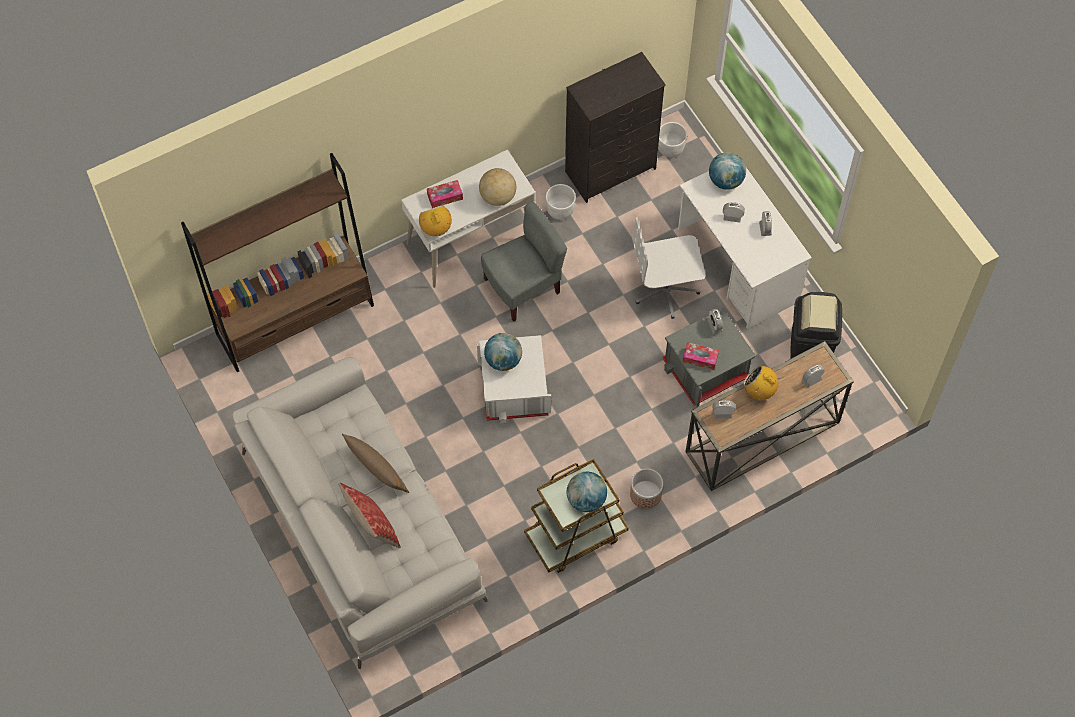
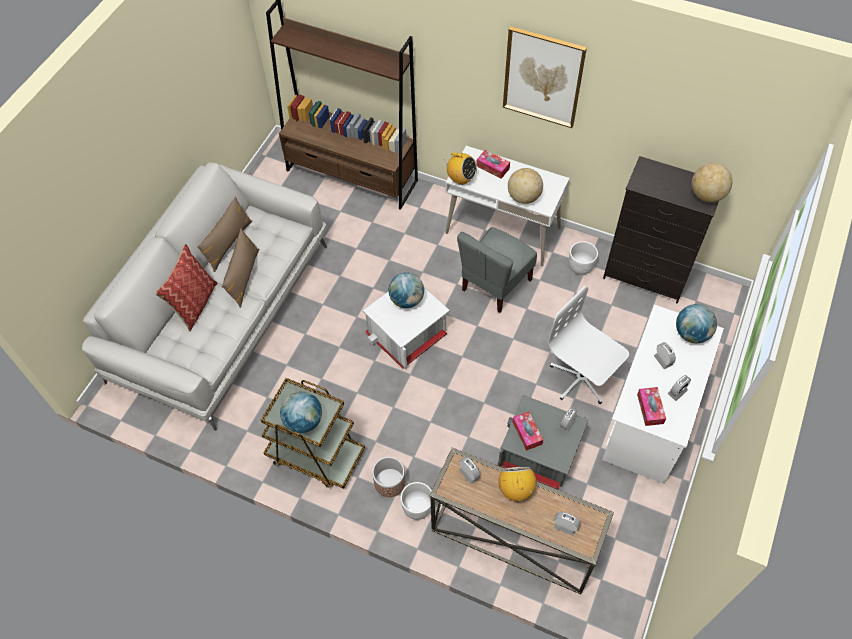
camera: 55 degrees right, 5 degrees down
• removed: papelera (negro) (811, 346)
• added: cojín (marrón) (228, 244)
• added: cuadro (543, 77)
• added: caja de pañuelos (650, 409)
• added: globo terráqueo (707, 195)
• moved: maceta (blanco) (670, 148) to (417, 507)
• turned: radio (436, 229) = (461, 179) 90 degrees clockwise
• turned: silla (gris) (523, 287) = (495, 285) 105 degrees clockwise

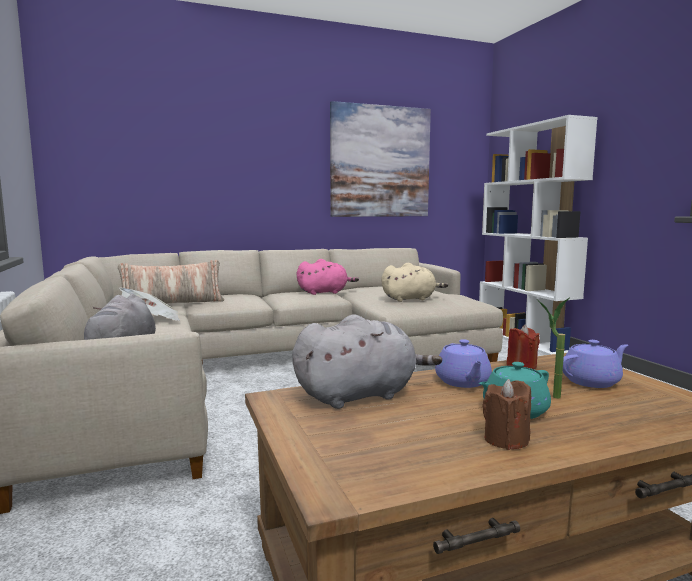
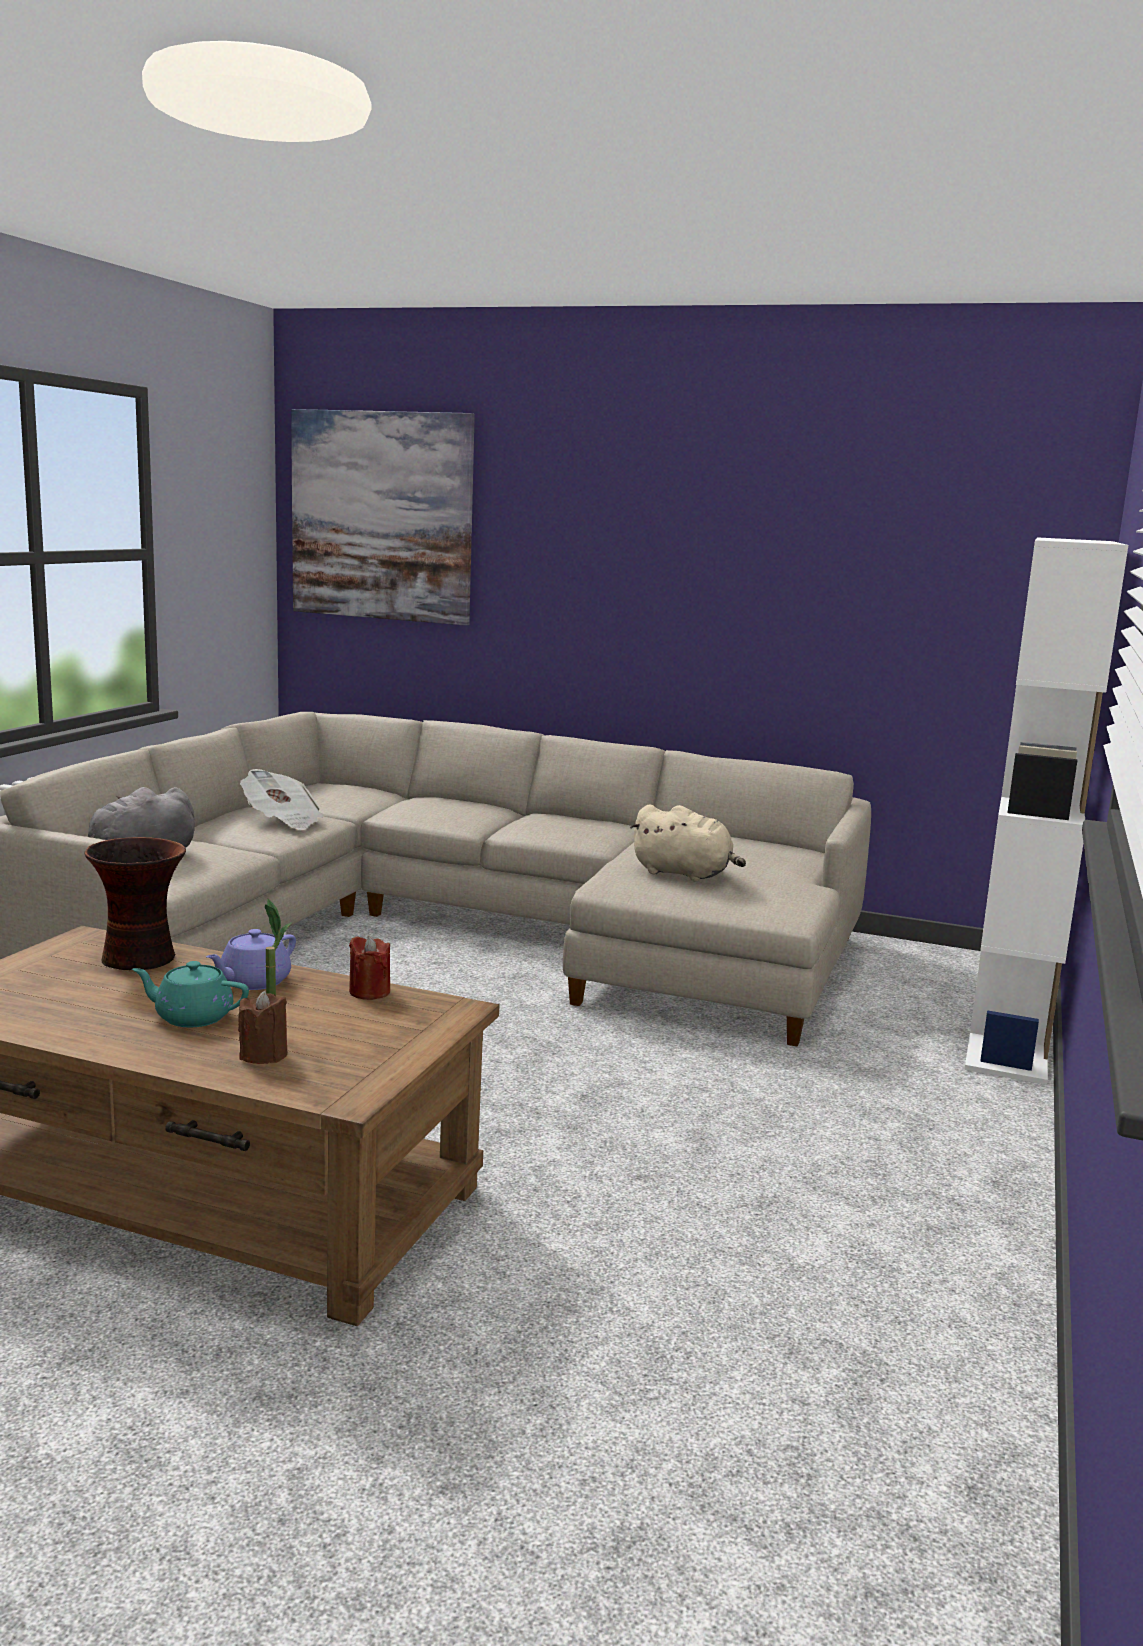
camera: 40 degrees right, 5 degrees up
• removed: cojín (172, 303)
• removed: peluche (rosa) (325, 292)
• removed: tetera (morado) (592, 381)
• moved: cuadro (380, 162) to (381, 516)
• moved: vela (marrón) (506, 440) to (263, 1055)
• replaced: peluche (gris) (360, 395) to florero (141, 958)

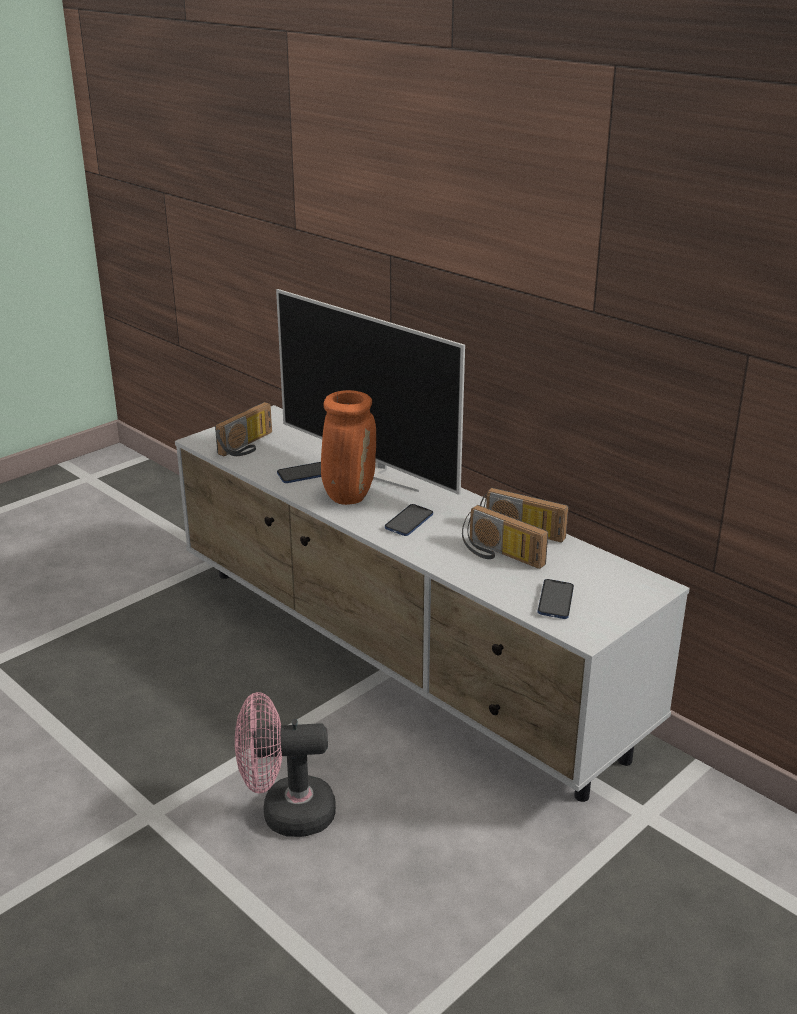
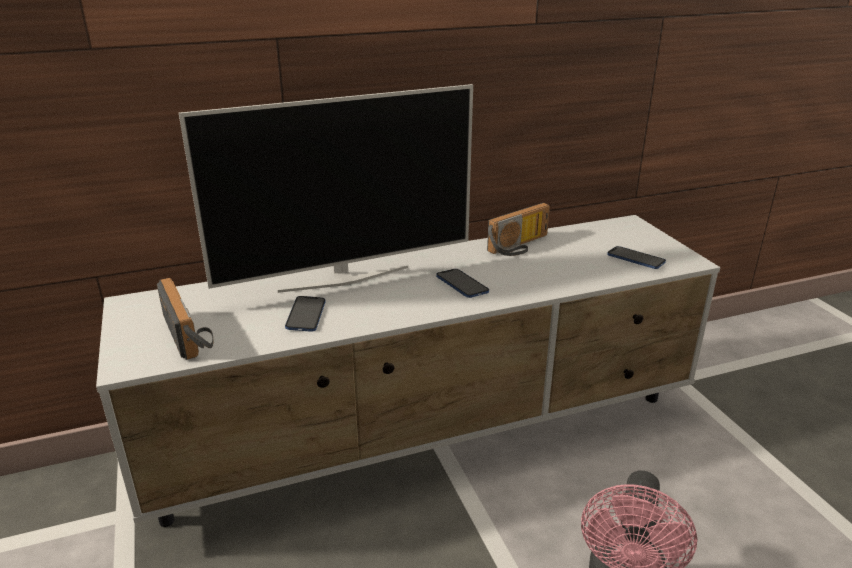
camera: 65 degrees left, 0 degrees up
• removed: florero (naranja) (348, 495)
• removed: radio (499, 555)

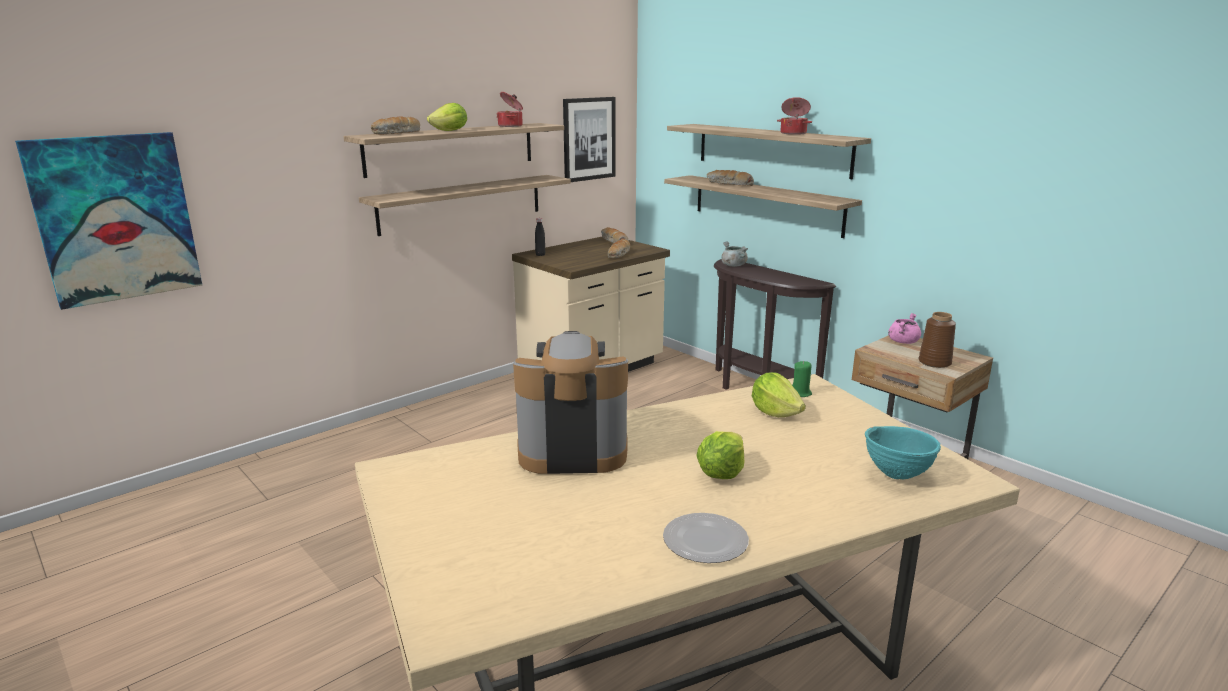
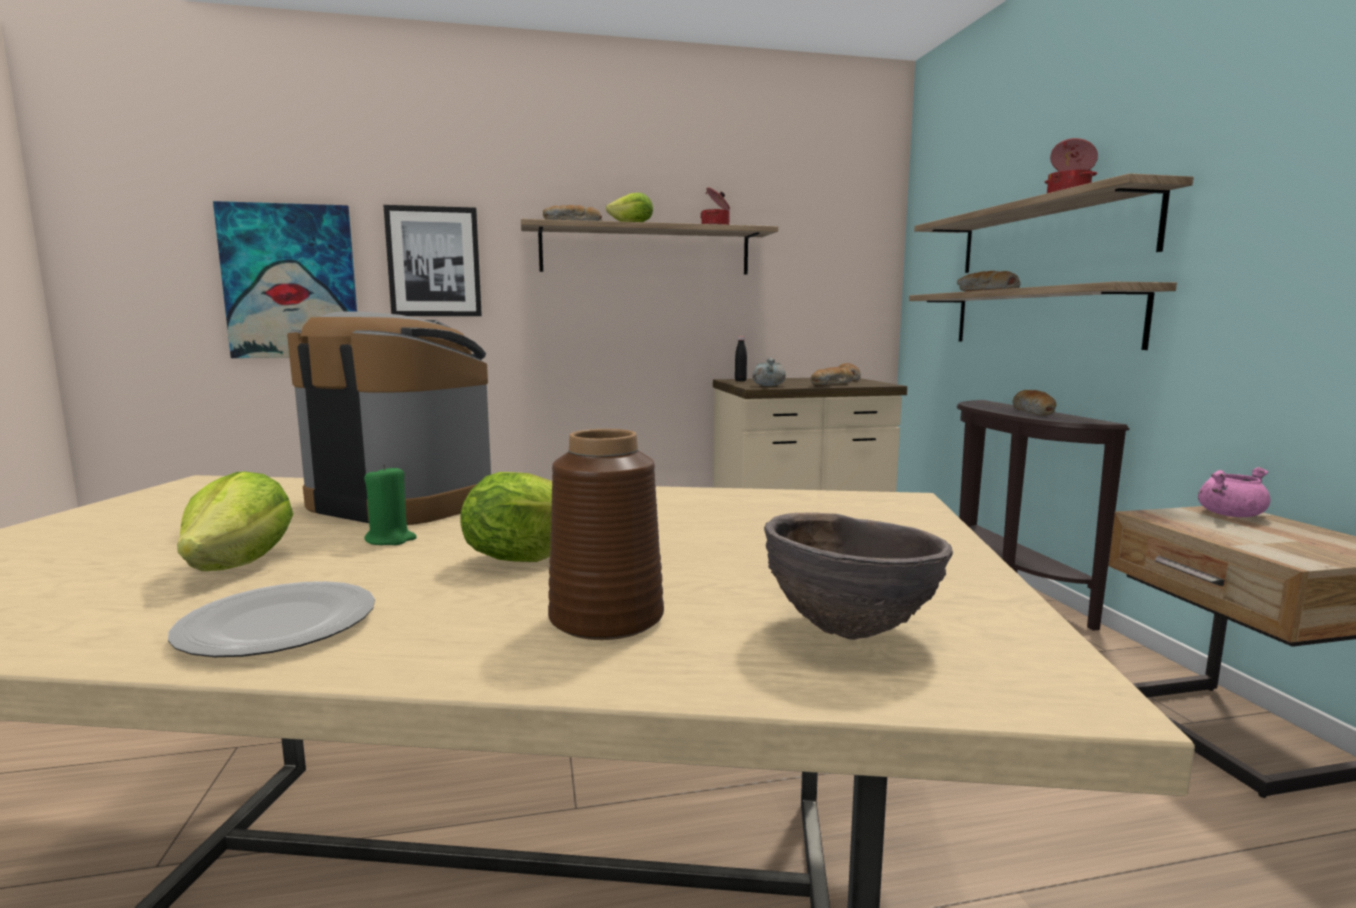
camera: 30 degrees right, 10 degrees down
• removed: estante (462, 204)
• added: pan (1034, 412)
• moved: cuadro (589, 139) to (434, 262)
• moved: olla (gris) (733, 265) to (768, 385)
• moved: lechuga (775, 412) to (240, 565)
• moved: vela (verde) (800, 393) to (390, 540)
• moved: florero (marrón) (935, 362) to (608, 619)
• recoloured: cuenco (turquesa) (897, 475) to cuenco (marrón) (850, 631)

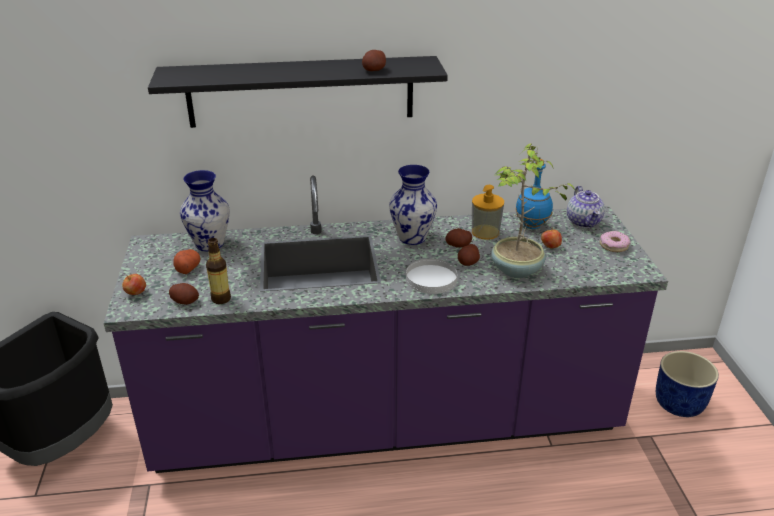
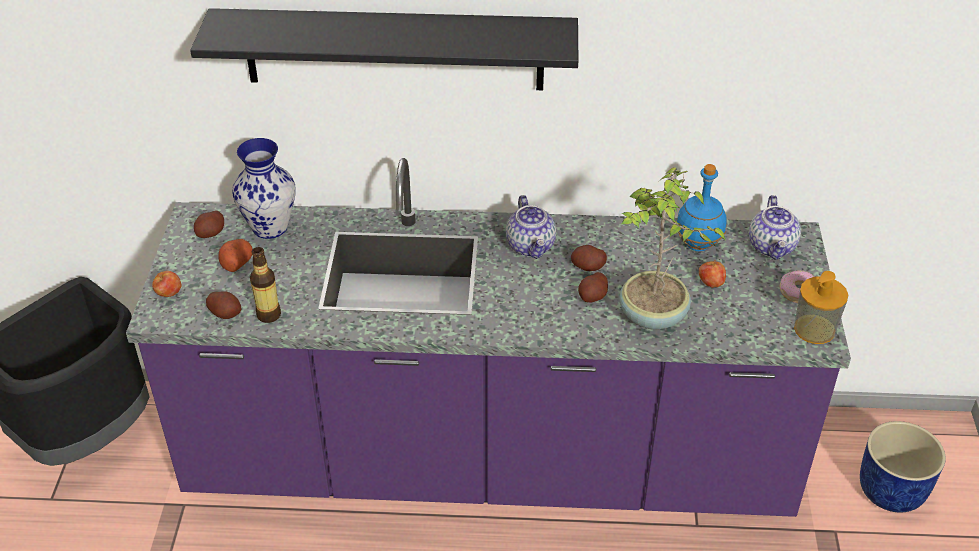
camera: 10 degrees right, 10 degrees up
• removed: plato (blanco) (431, 278)
• moved: patata (374, 70) to (211, 233)
• moved: dispensador de jabón (485, 232) to (814, 329)
• replaced: florero (412, 237) to tetera (531, 246)

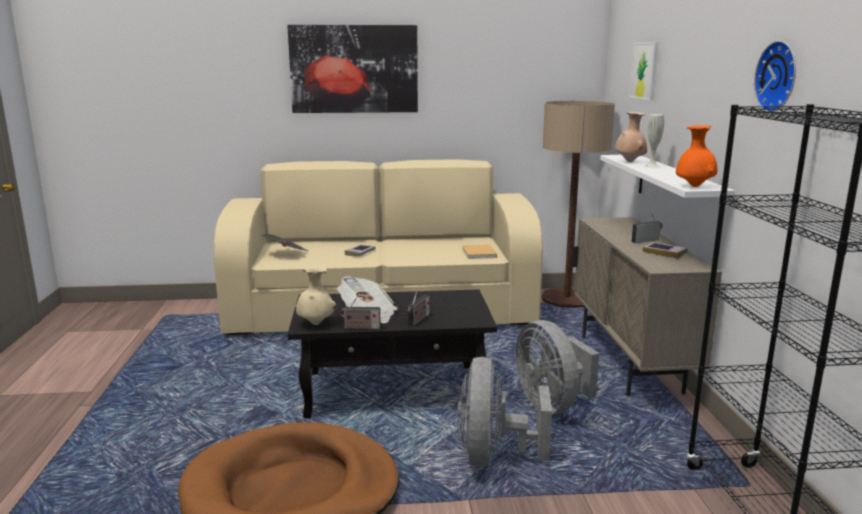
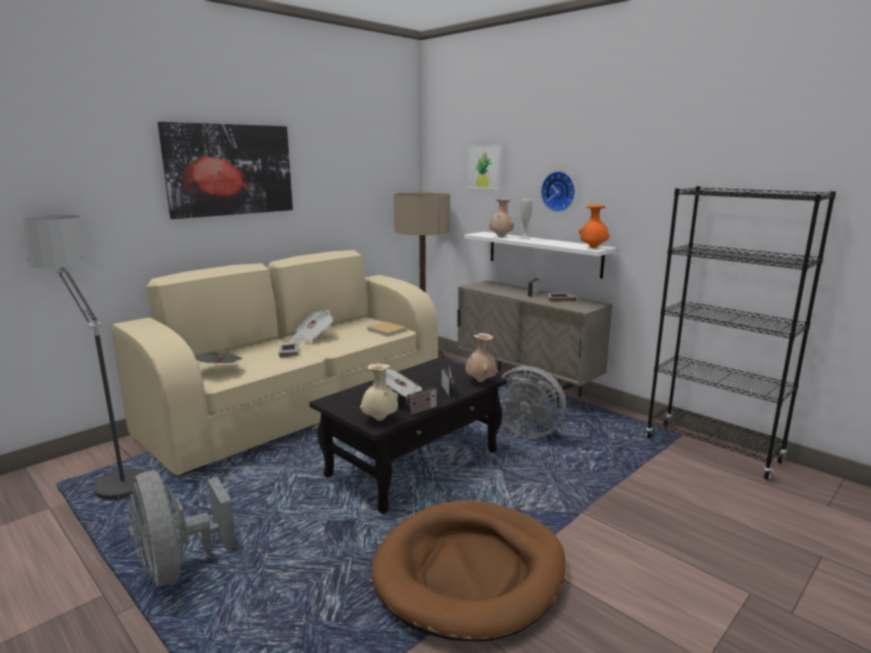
camera: 40 degrees left, 0 degrees up
• added: lámpara de pie (108, 473)
• added: periódico (311, 337)
• added: florero (beis) (480, 381)
• moved: ventilador (gris) (493, 456) to (178, 565)
• moved: reloj de pared (779, 77) to (559, 191)

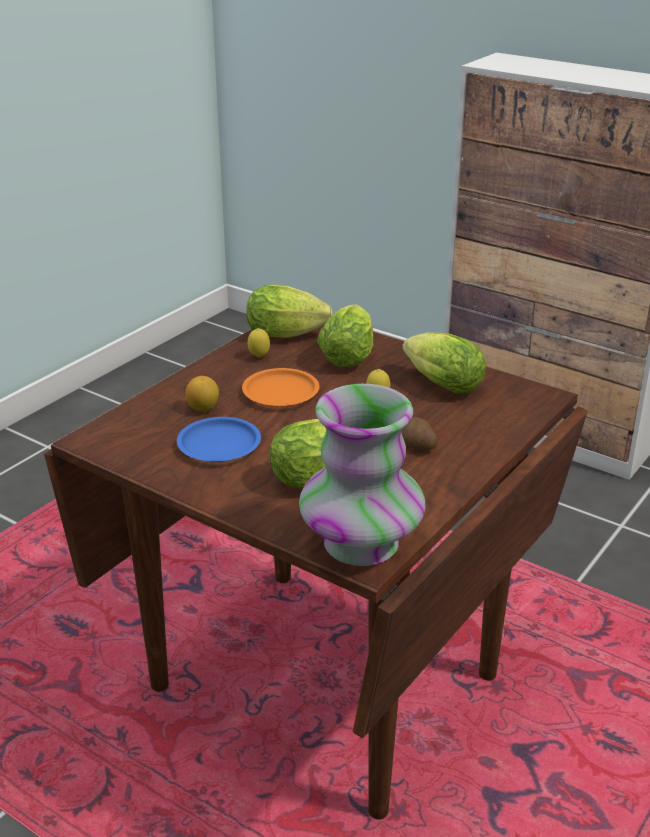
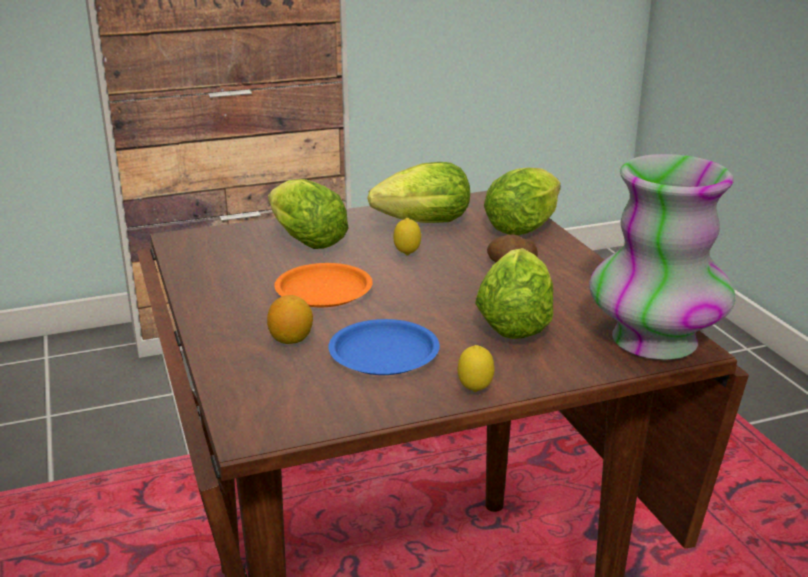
camera: 55 degrees left, 5 degrees down
• moved: lechuga (290, 335) to (526, 226)
• moved: limón (259, 357) to (475, 391)

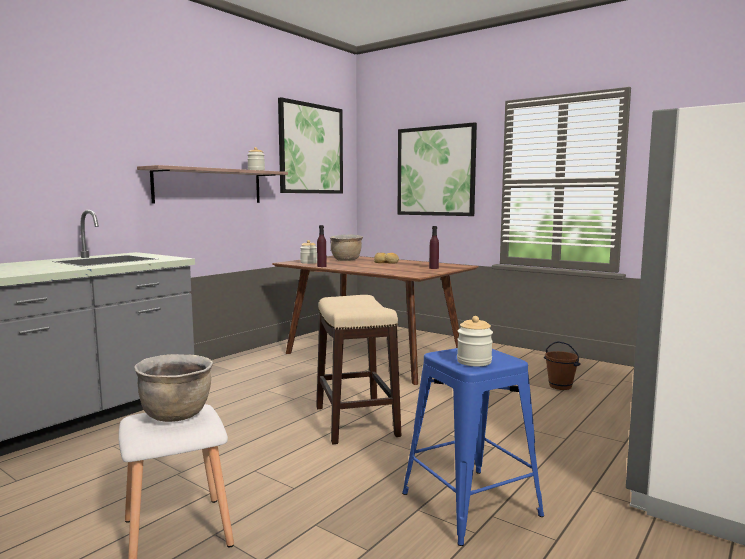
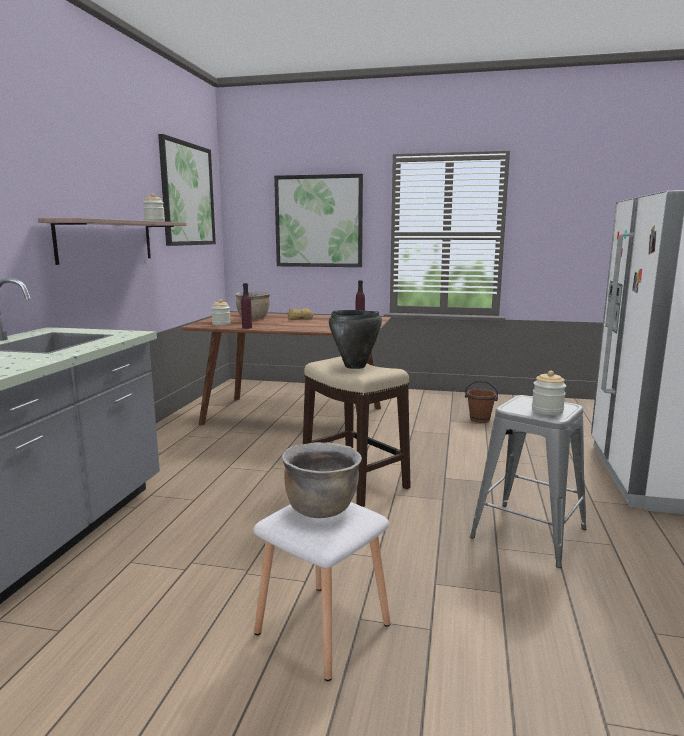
camera: 25 degrees left, 5 degrees up
• added: olla (negro) (355, 366)
• recoloured: taburete (azul) (470, 504) to taburete (gris) (528, 533)

